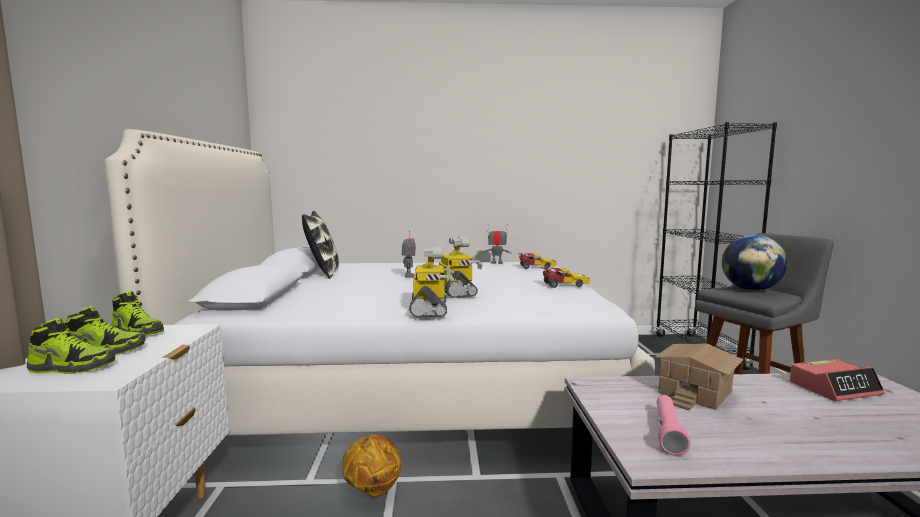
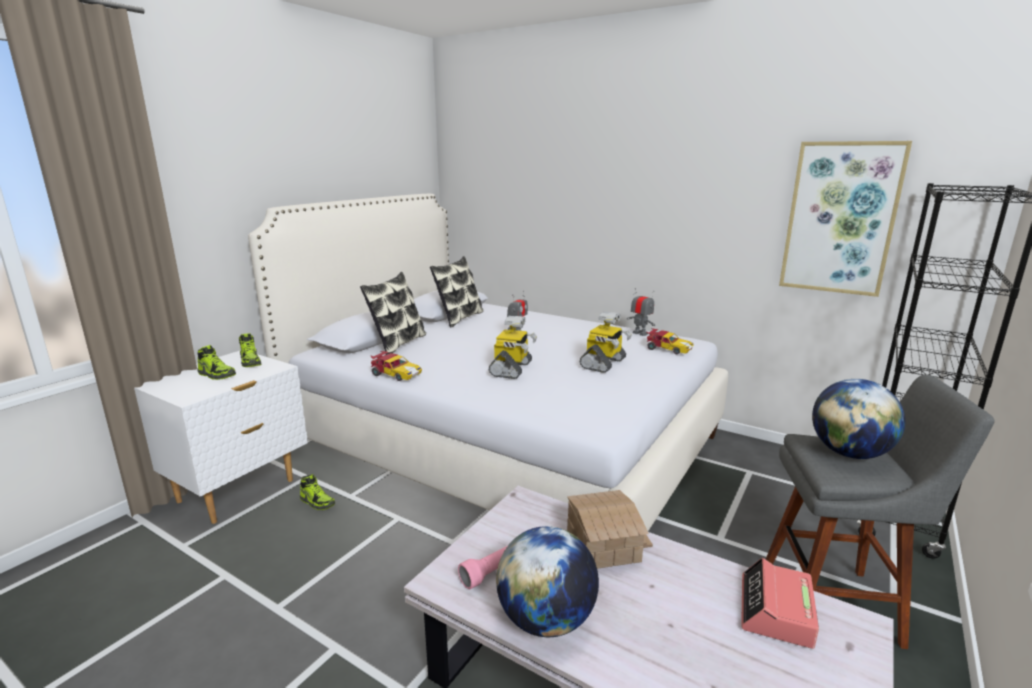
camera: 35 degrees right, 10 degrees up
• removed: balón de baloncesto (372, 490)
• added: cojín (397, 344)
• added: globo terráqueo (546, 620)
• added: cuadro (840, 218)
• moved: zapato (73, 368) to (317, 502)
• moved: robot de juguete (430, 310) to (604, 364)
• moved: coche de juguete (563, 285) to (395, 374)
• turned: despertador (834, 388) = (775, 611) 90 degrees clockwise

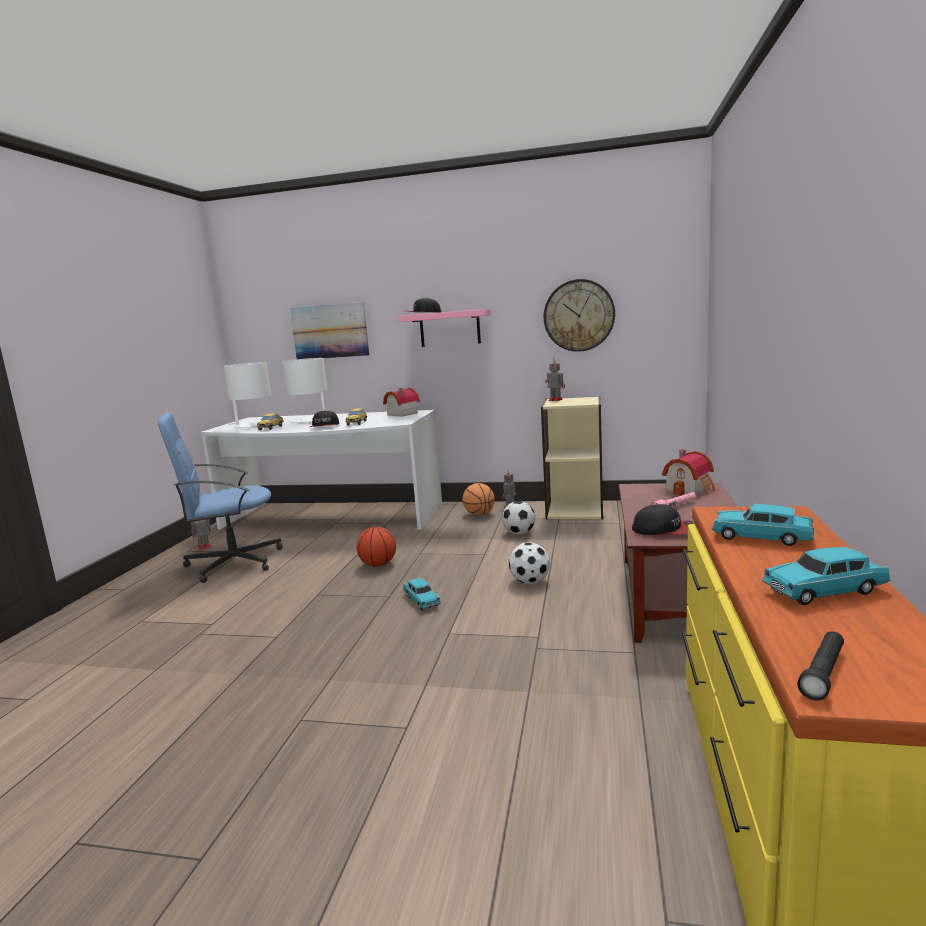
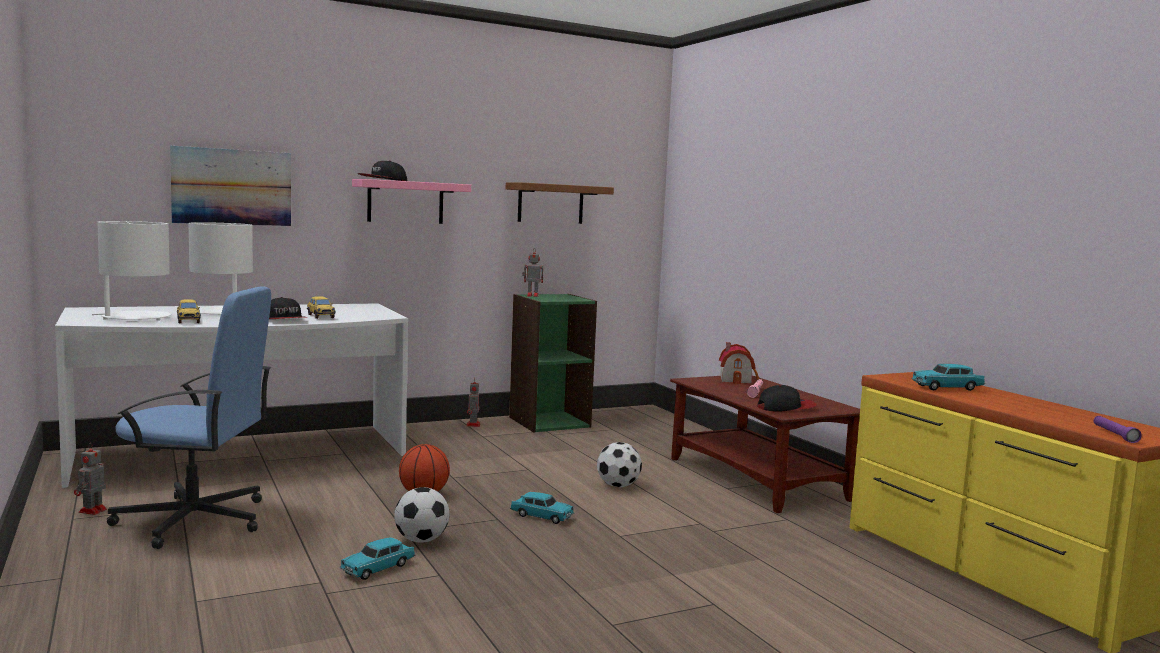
camera: 40 degrees left, 5 degrees down
• removed: casita (400, 414)
• removed: balón de baloncesto (479, 514)
• moved: balón de fútbol (519, 533) to (421, 540)
• moved: coche de juguete (turquesa) (824, 591) to (378, 568)
• replaced: reloj de pared (579, 315) to estante (marrón) (550, 203)
• recoloured: estantería (beis) (575, 510) to estantería (verde) (549, 422)
• recoloured: linterna (negro) (823, 673) to linterna (morado) (1114, 435)
• turned: silla de oficina (azul) (232, 562) = (195, 520) 120 degrees counterclockwise

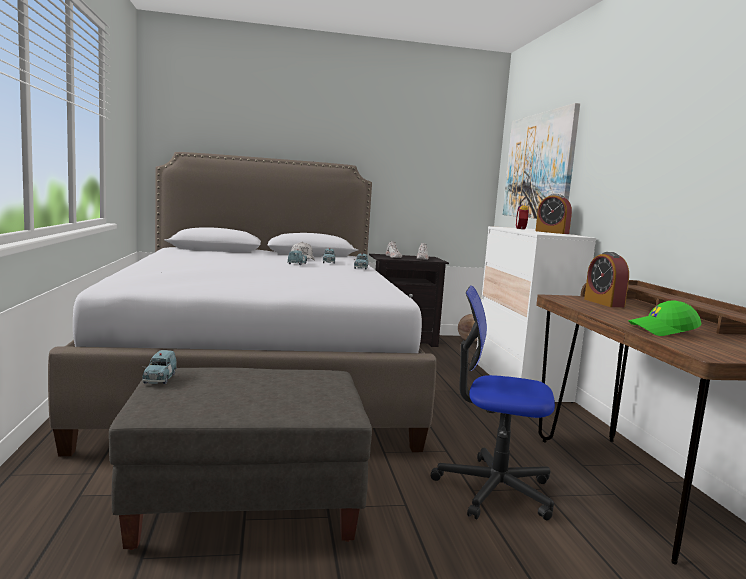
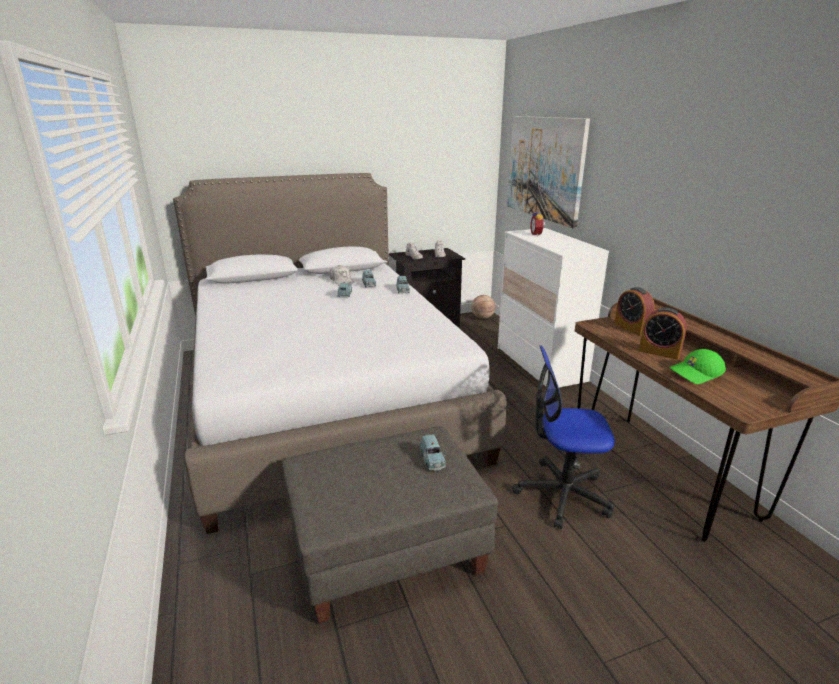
camera: 10 degrees left, 15 degrees up
• moved: coche de juguete (azul) (159, 378) to (432, 461)
• moved: despertador (552, 232) to (659, 352)

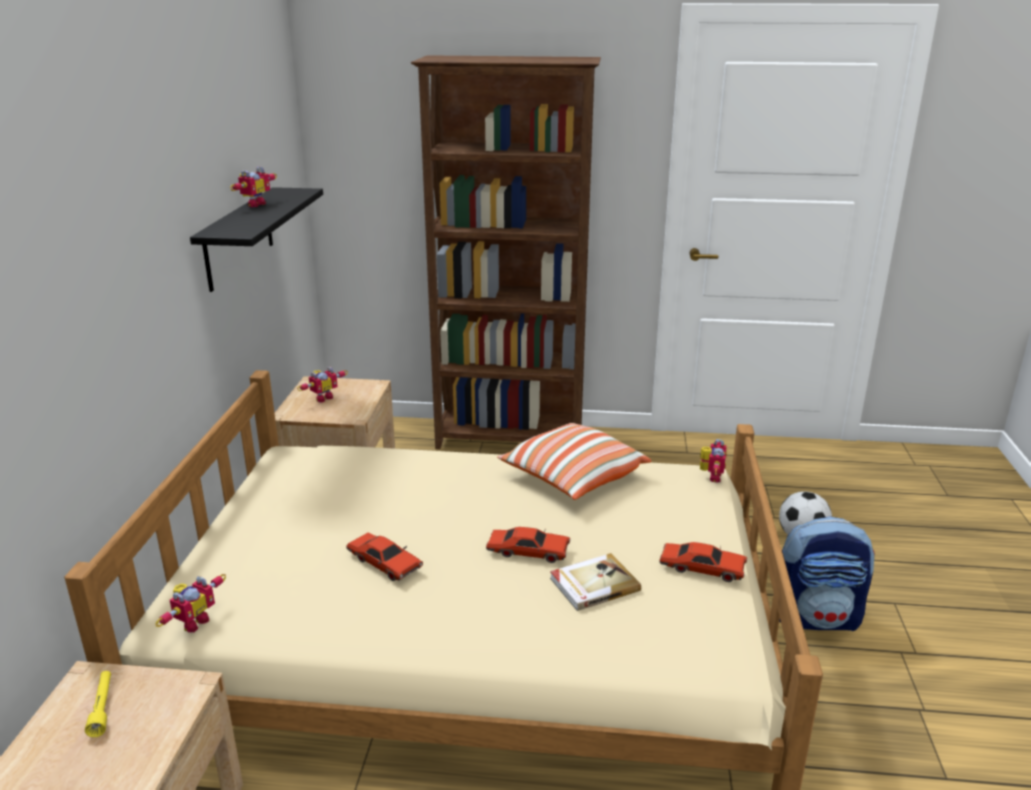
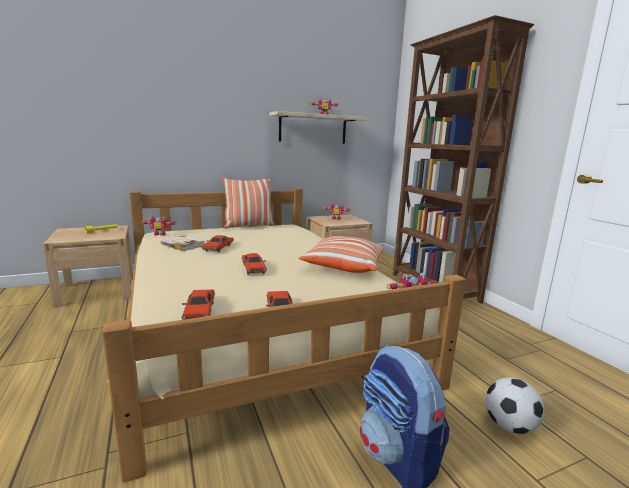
camera: 60 degrees right, 10 degrees down
• added: coche de juguete (rojo) (200, 311)
• added: cojín (248, 226)
• moved: libro (593, 584) to (183, 244)
• recoloured: estante (negro) (239, 238) to estante (beis) (313, 129)

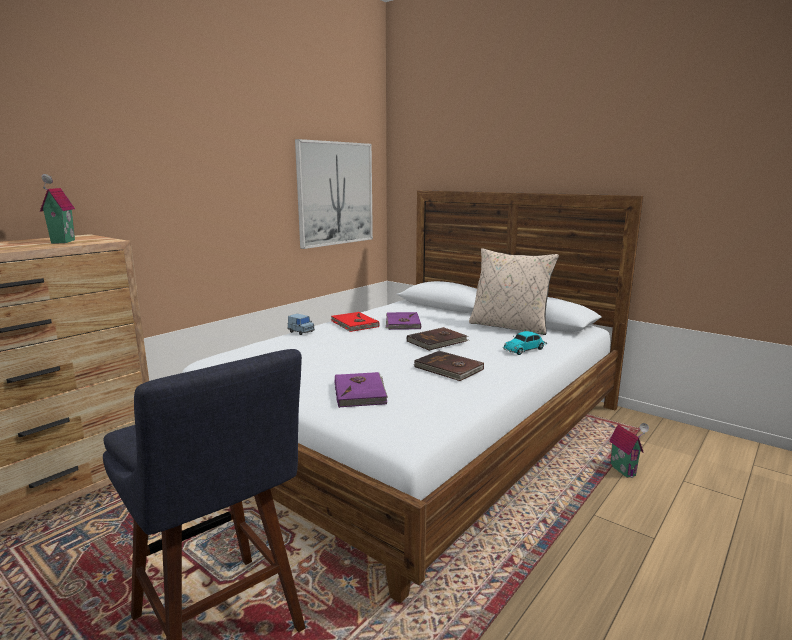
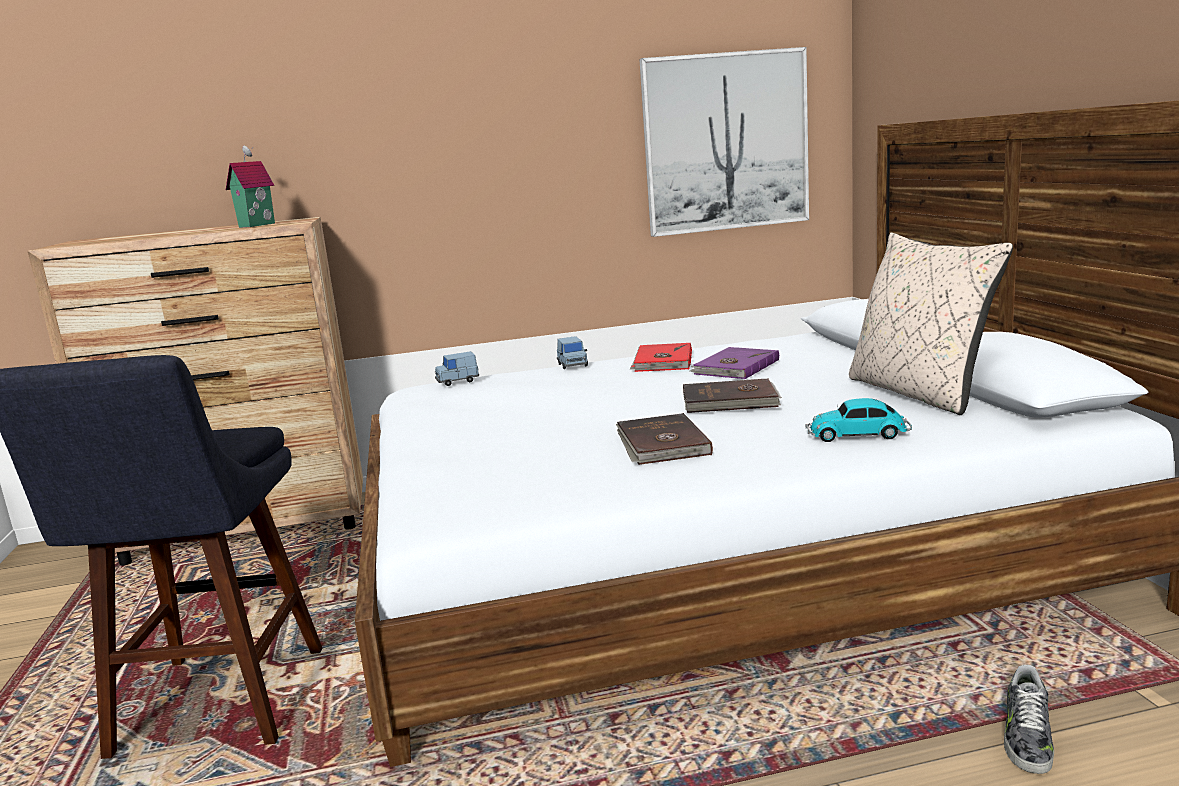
camera: 40 degrees right, 0 degrees up
• removed: libro (morado) (361, 392)
• added: coche de juguete (azul) (457, 381)
• replaced: casita (624, 470) to zapato (1026, 736)

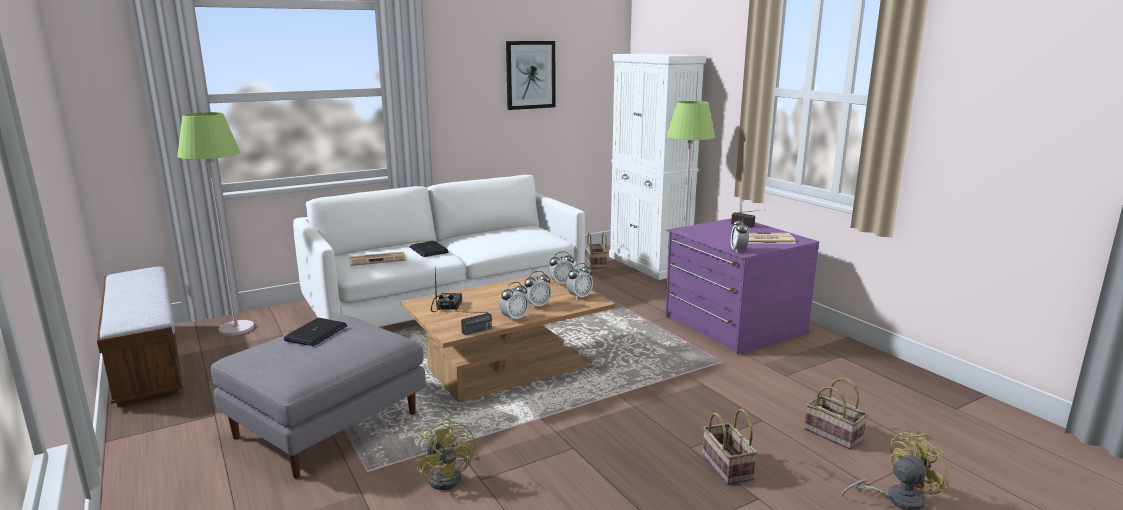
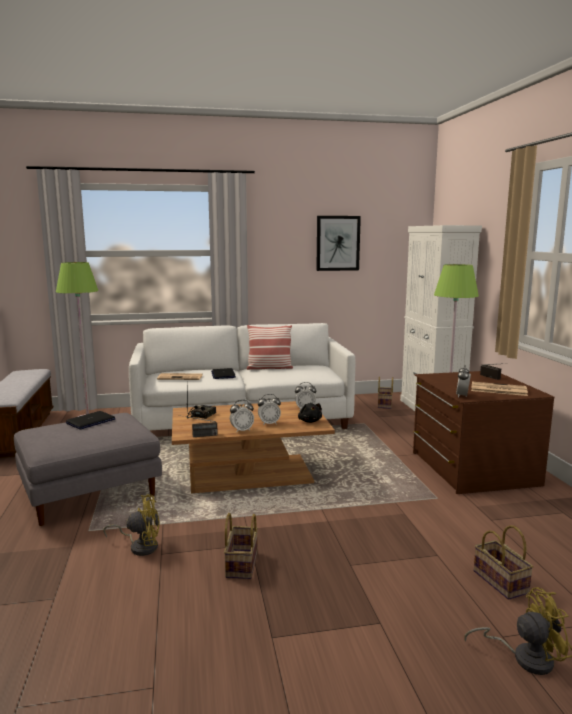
camera: 20 degrees right, 5 degrees down
• added: cojín (269, 368)
• moved: cesta (725, 466) to (241, 563)
• replaced: despertador (579, 297) to peluche (negro) (309, 421)
• recoloured: cómoda (morado) (732, 324) to cómoda (marrón) (472, 468)
• turned: ventilador (amarillo) (449, 476) = (140, 546) 90 degrees counterclockwise

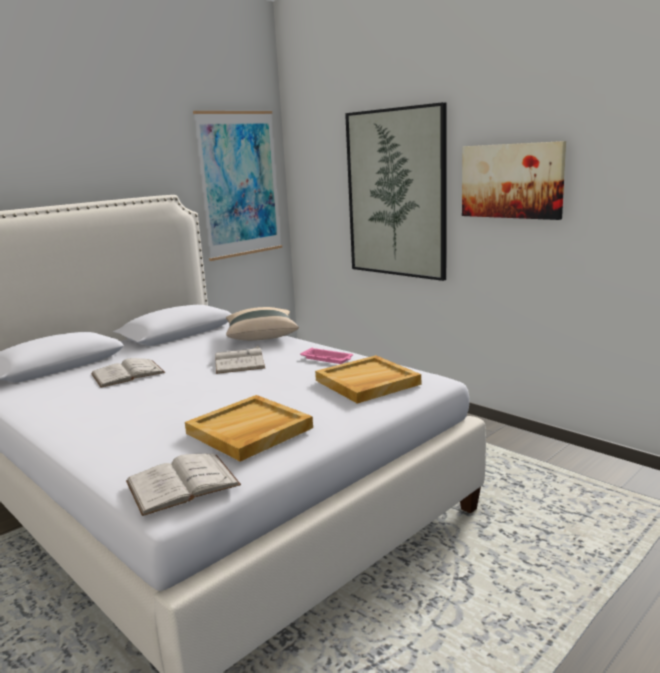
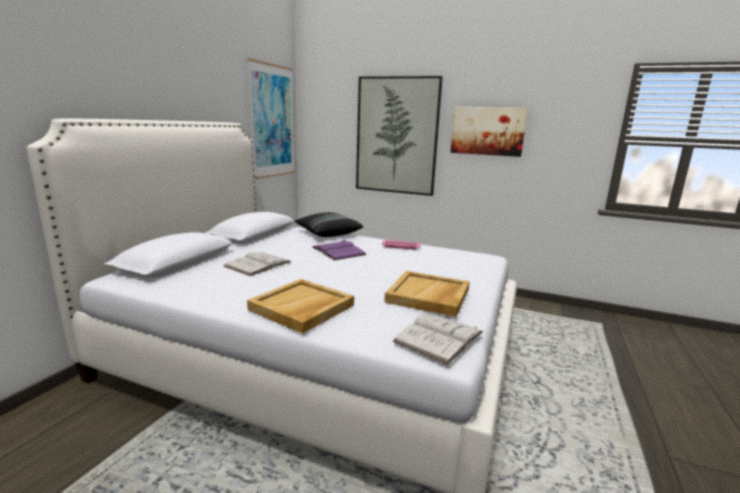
camera: 25 degrees left, 0 degrees up
• moved: bandeja (beis) (367, 383) to (302, 308)
• recoloured: libro (blanco) (239, 361) to libro (morado) (338, 251)
• recoloured: cojín (beis) (261, 336) to cojín (negro) (328, 234)

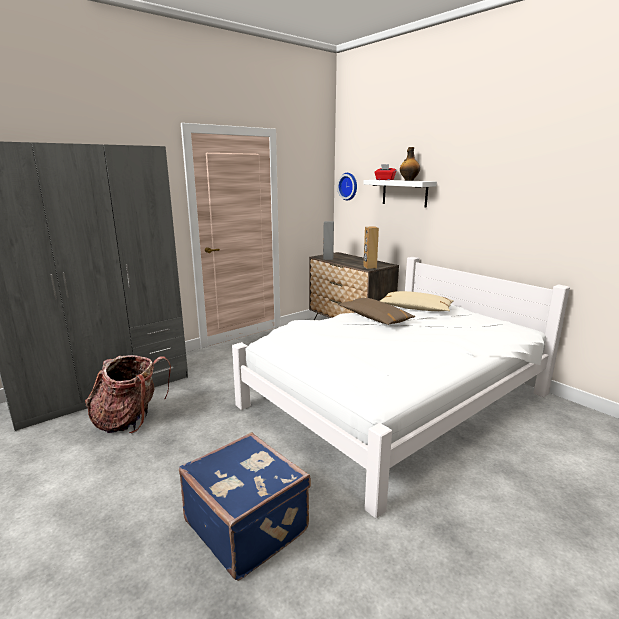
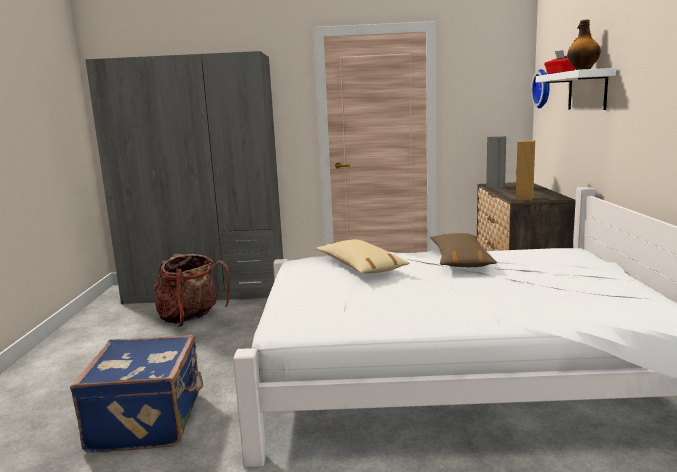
camera: 40 degrees right, 5 degrees down
• moved: cojín (beis) (415, 309) to (360, 267)

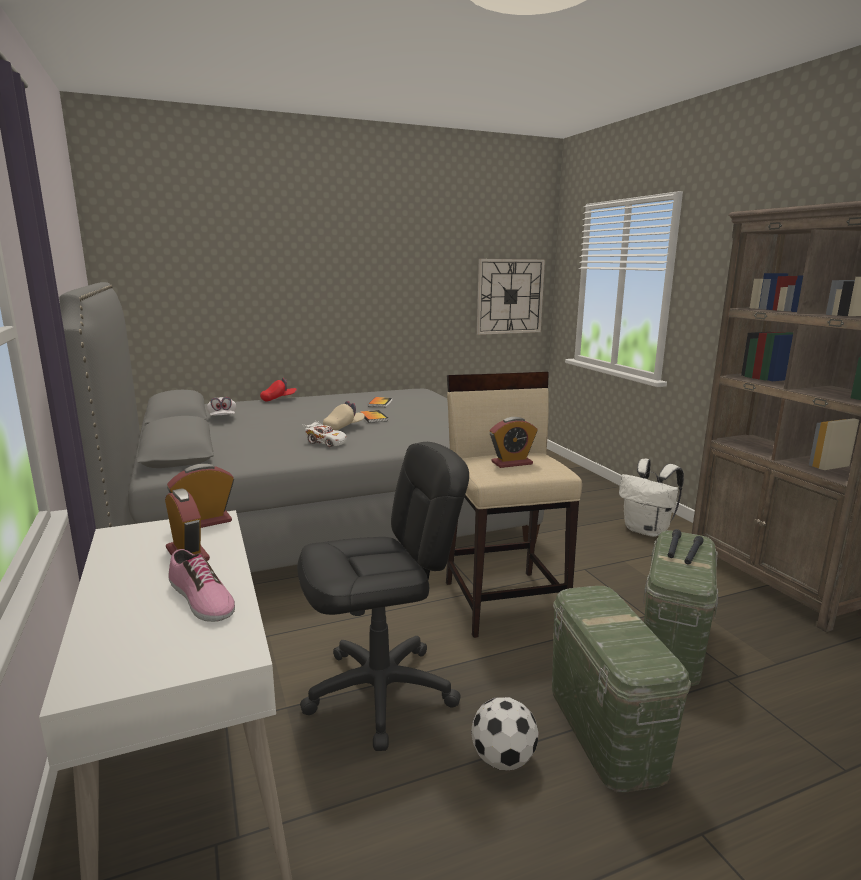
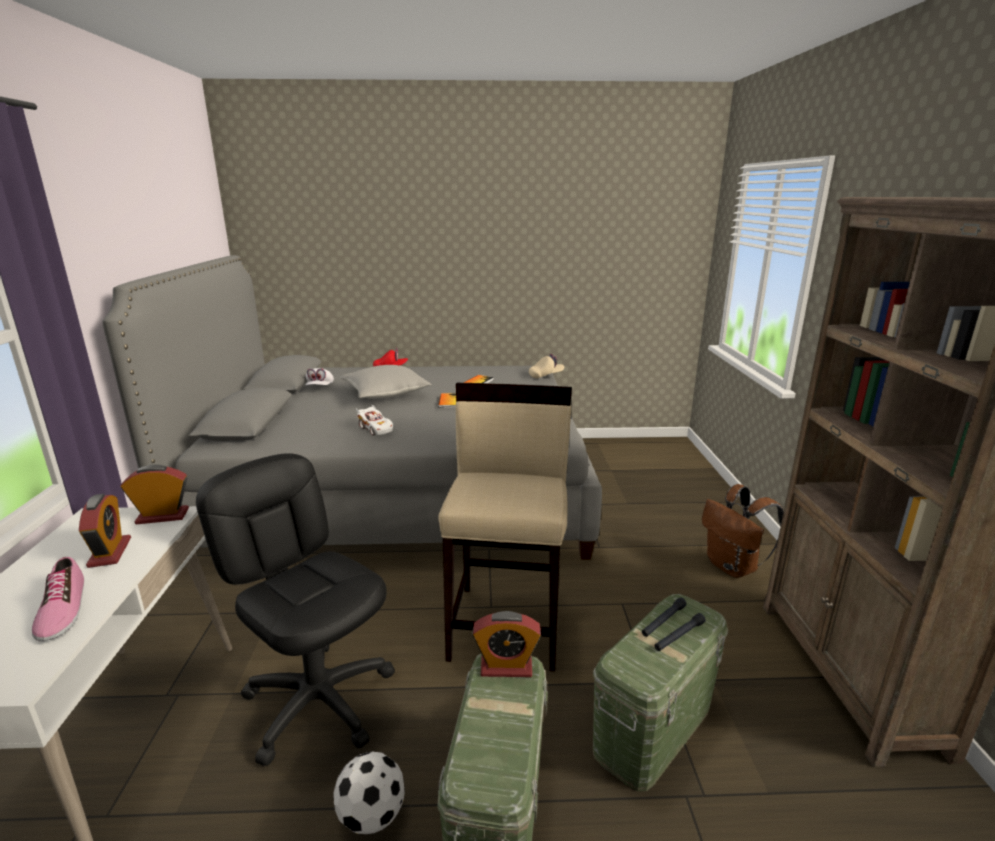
camera: 20 degrees right, 5 degrees up
• removed: reloj de pared (510, 296)
• added: cojín (gris) (386, 394)
• moved: gorra (beis) (344, 427) to (546, 375)
• moved: despertador (512, 463) to (506, 667)
• recoloured: mochila (blanco) (647, 530) to mochila (marrón) (733, 567)
• turned: silla de oficina (negro) (381, 692) = (319, 701) 135 degrees counterclockwise

